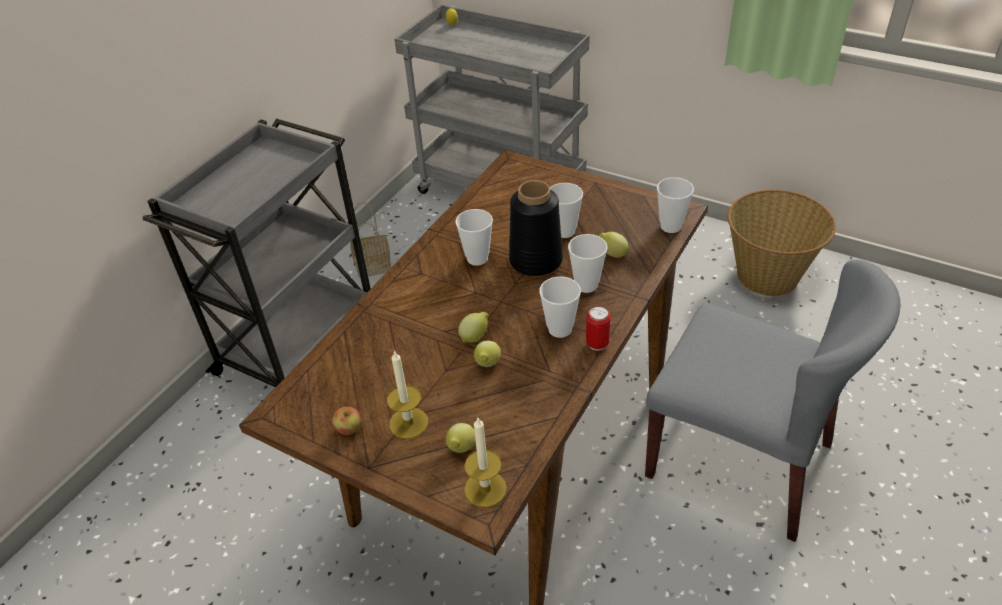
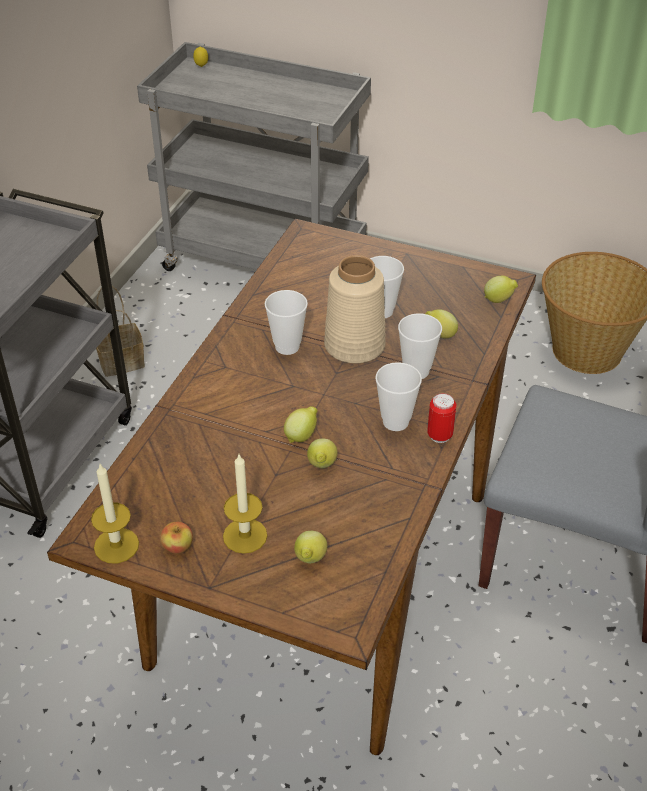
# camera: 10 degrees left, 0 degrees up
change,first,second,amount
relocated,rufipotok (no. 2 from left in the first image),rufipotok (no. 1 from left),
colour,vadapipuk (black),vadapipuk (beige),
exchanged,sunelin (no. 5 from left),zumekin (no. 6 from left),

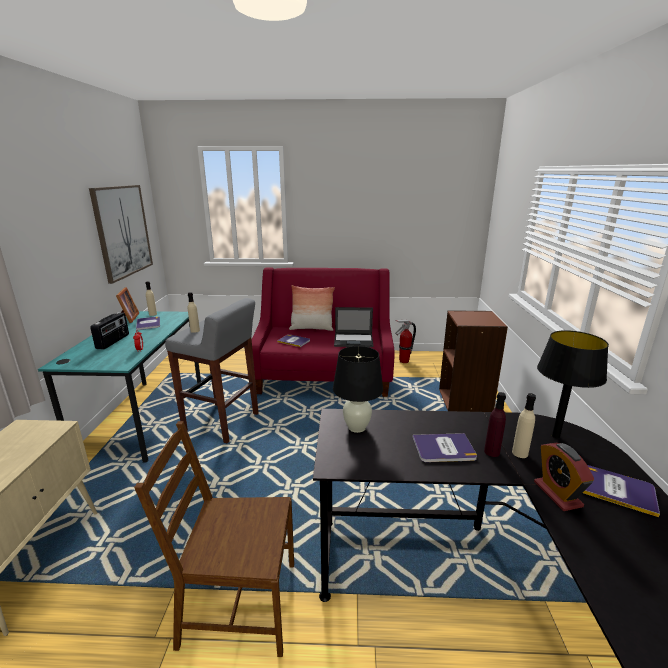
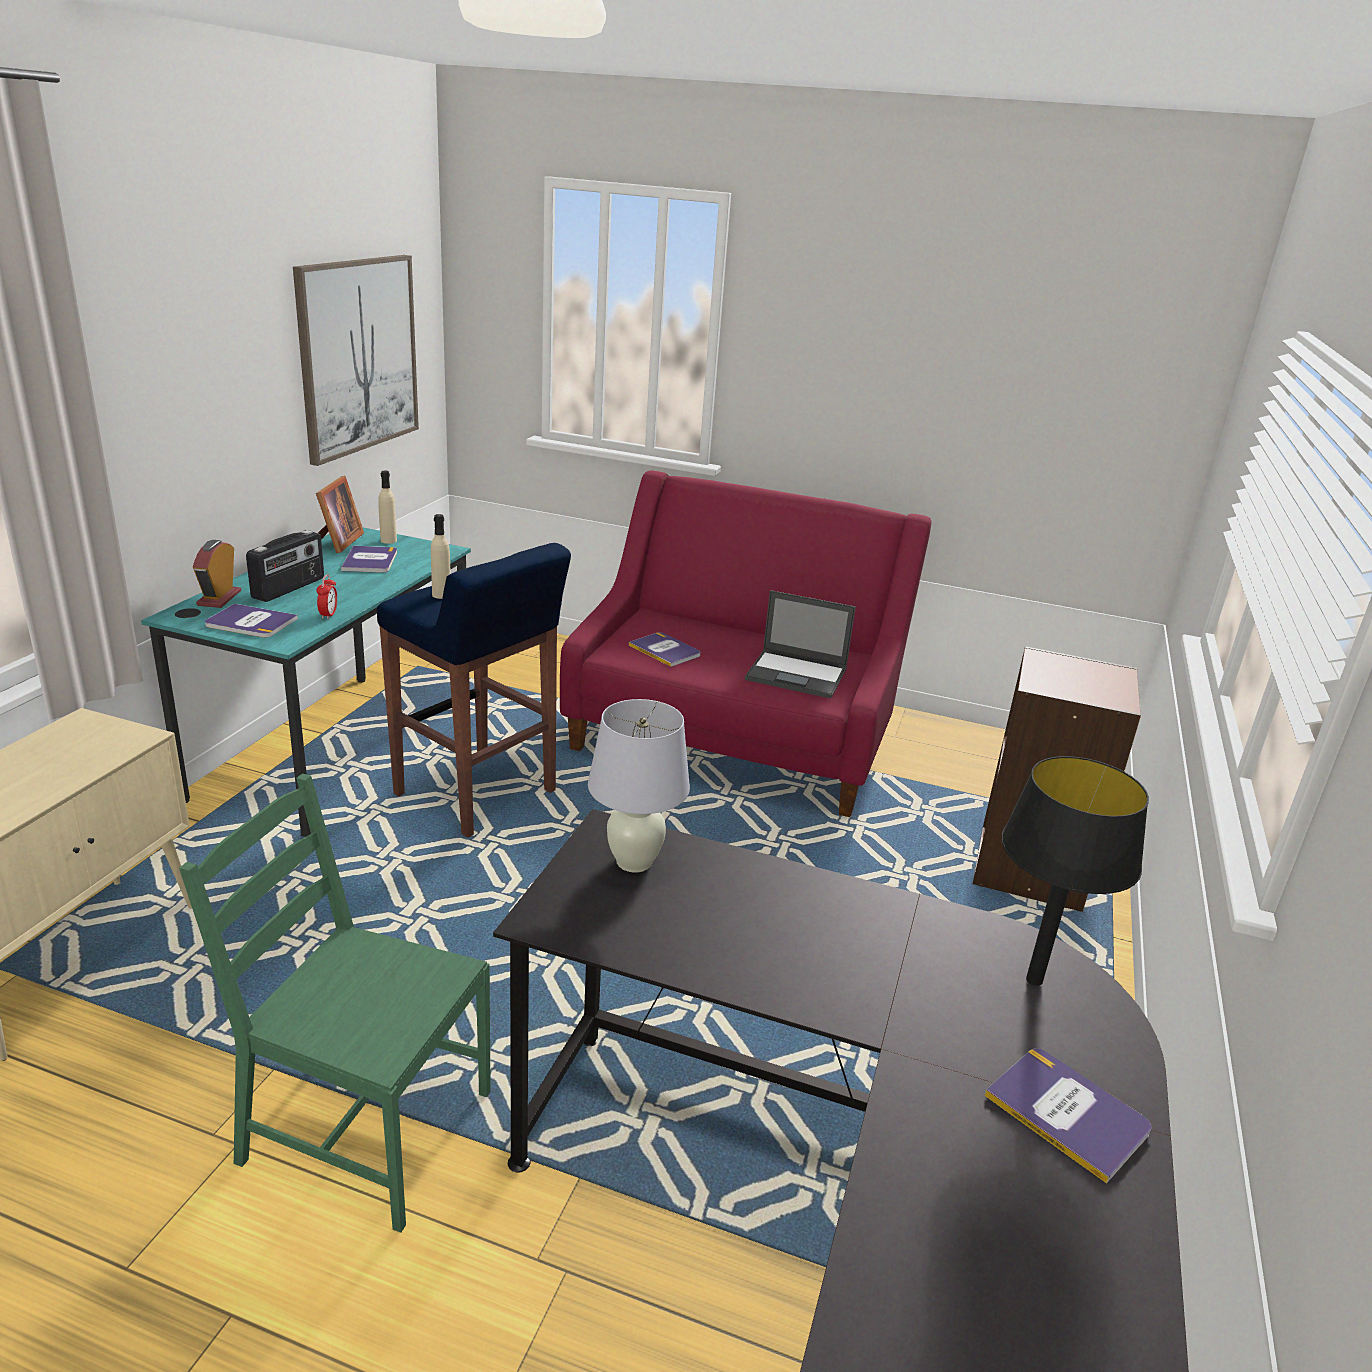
# camera: 15 degrees right, 5 degrees up
change,first,second,amount
colour,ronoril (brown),ronoril (green),
colour,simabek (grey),simabek (blue),
missing,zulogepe,,
colour,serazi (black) (no. 1 from left),serazi (white),
missing,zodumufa,,
relocated,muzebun (no. 3 from left in the first image),muzebun (no. 1 from left),
missing,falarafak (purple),,
missing,falarafak (beige) (no. 3 from left),,
relocated,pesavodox (no. 2 from left in the first image),pesavodox (no. 1 from left),

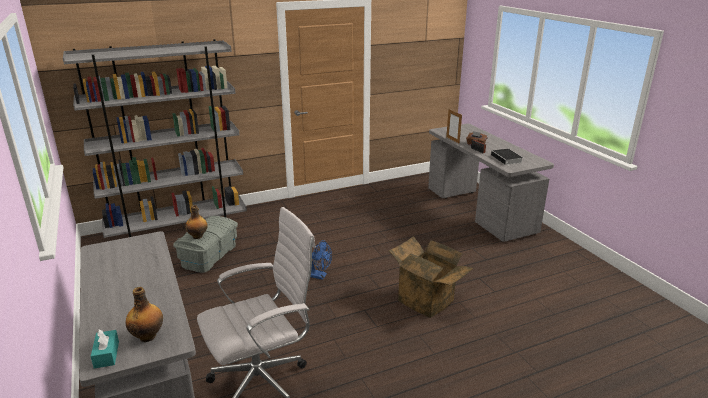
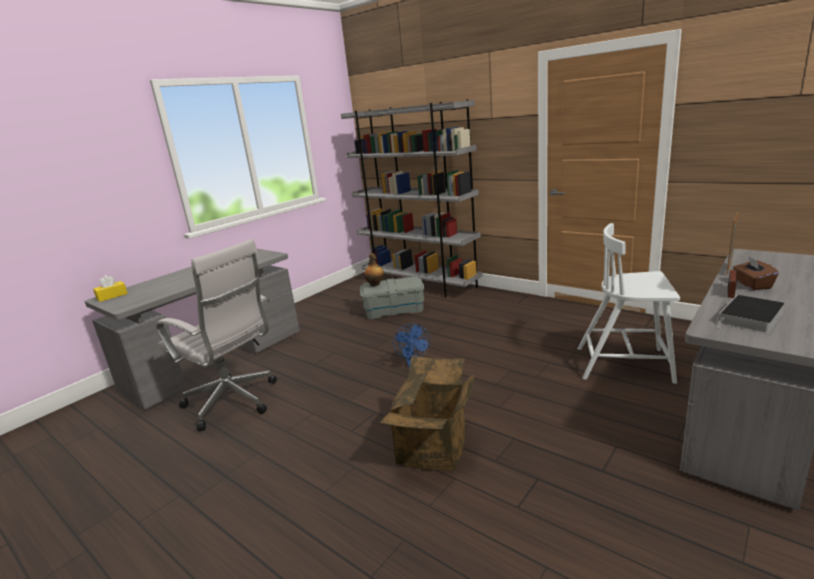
# camera: 65 degrees right, 5 degrees down
change,first,second,amount
colour,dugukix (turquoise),dugukix (yellow),
missing,falarafak (no. 1 from left),,
appeared,,ronoril (white),

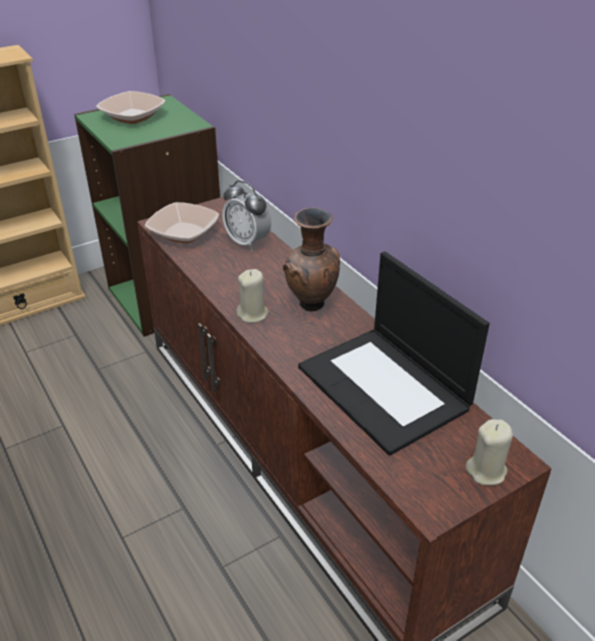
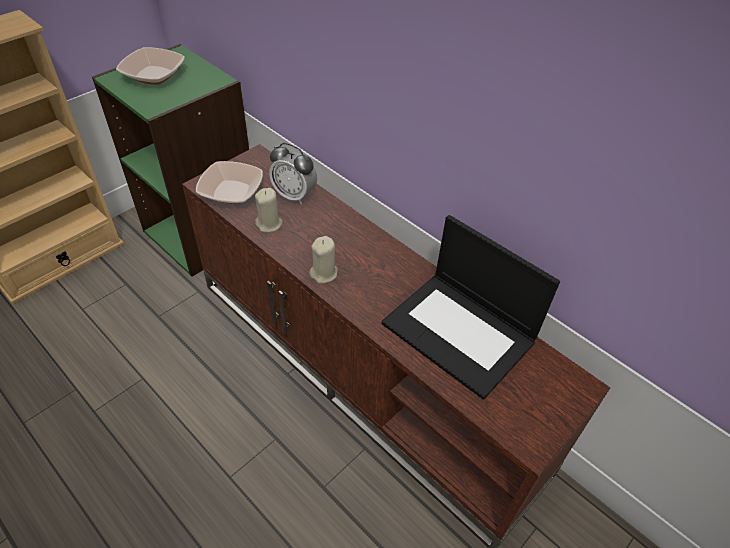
# camera: 15 degrees left, 10 degrees up
change,first,second,amount
missing,vadapipuk (brown),,
relocated,rufipotok (beige) (no. 2 from left in the first image),rufipotok (beige) (no. 1 from left),

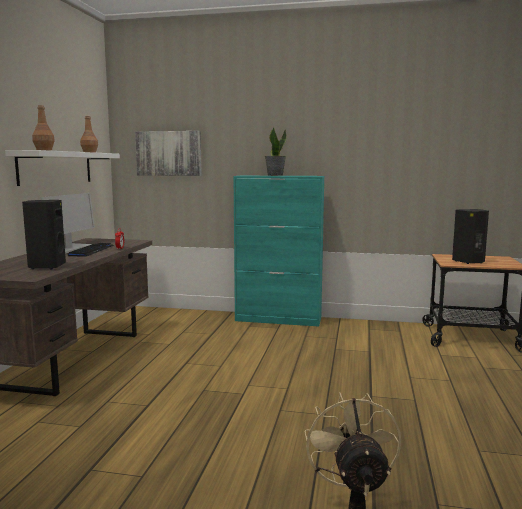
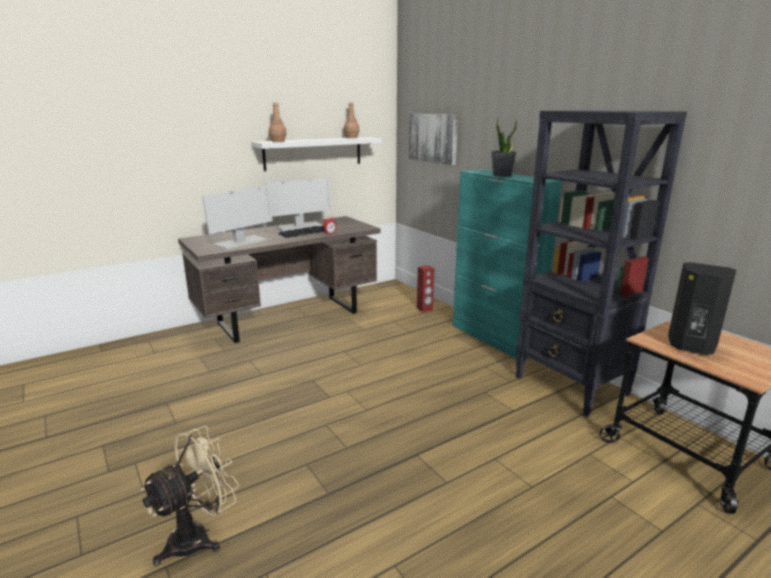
# camera: 45 degrees right, 10 degrees up
change,first,second,amount
exchanged,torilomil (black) (no. 1 from left),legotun (no. 1 from left),
appeared,,torilomil (red),
appeared,,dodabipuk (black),

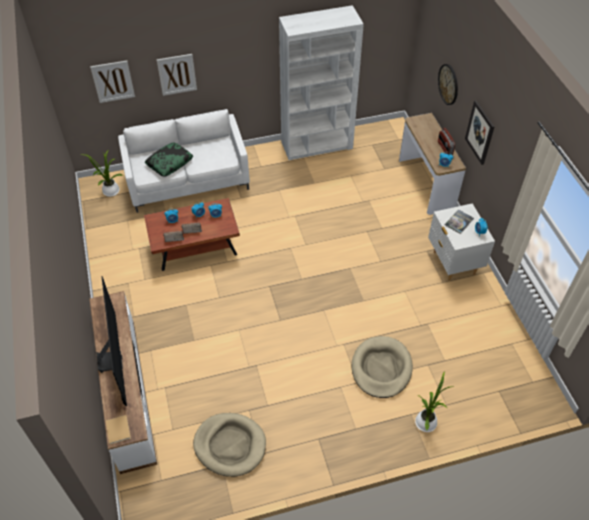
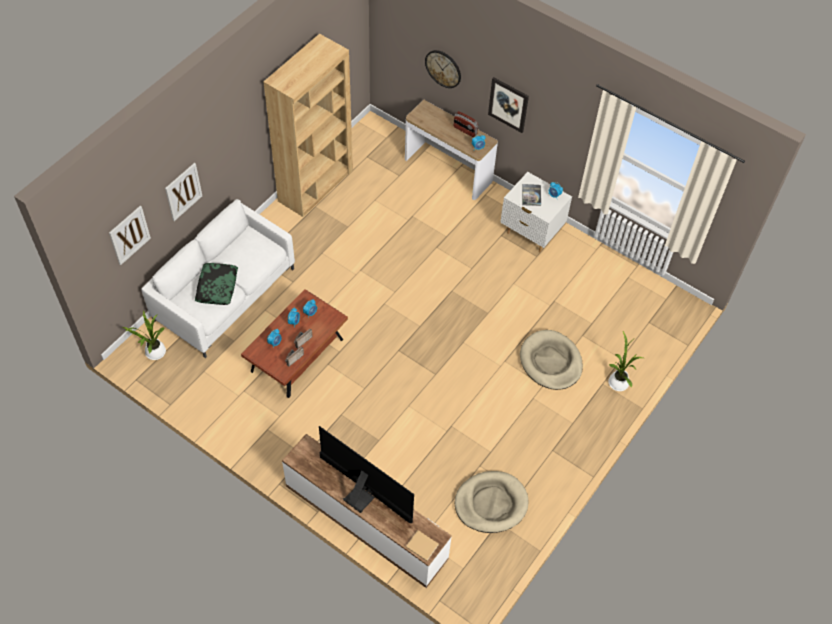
# camera: 40 degrees left, 5 degrees up
change,first,second,amount
colour,dodabipuk (white),dodabipuk (brown),

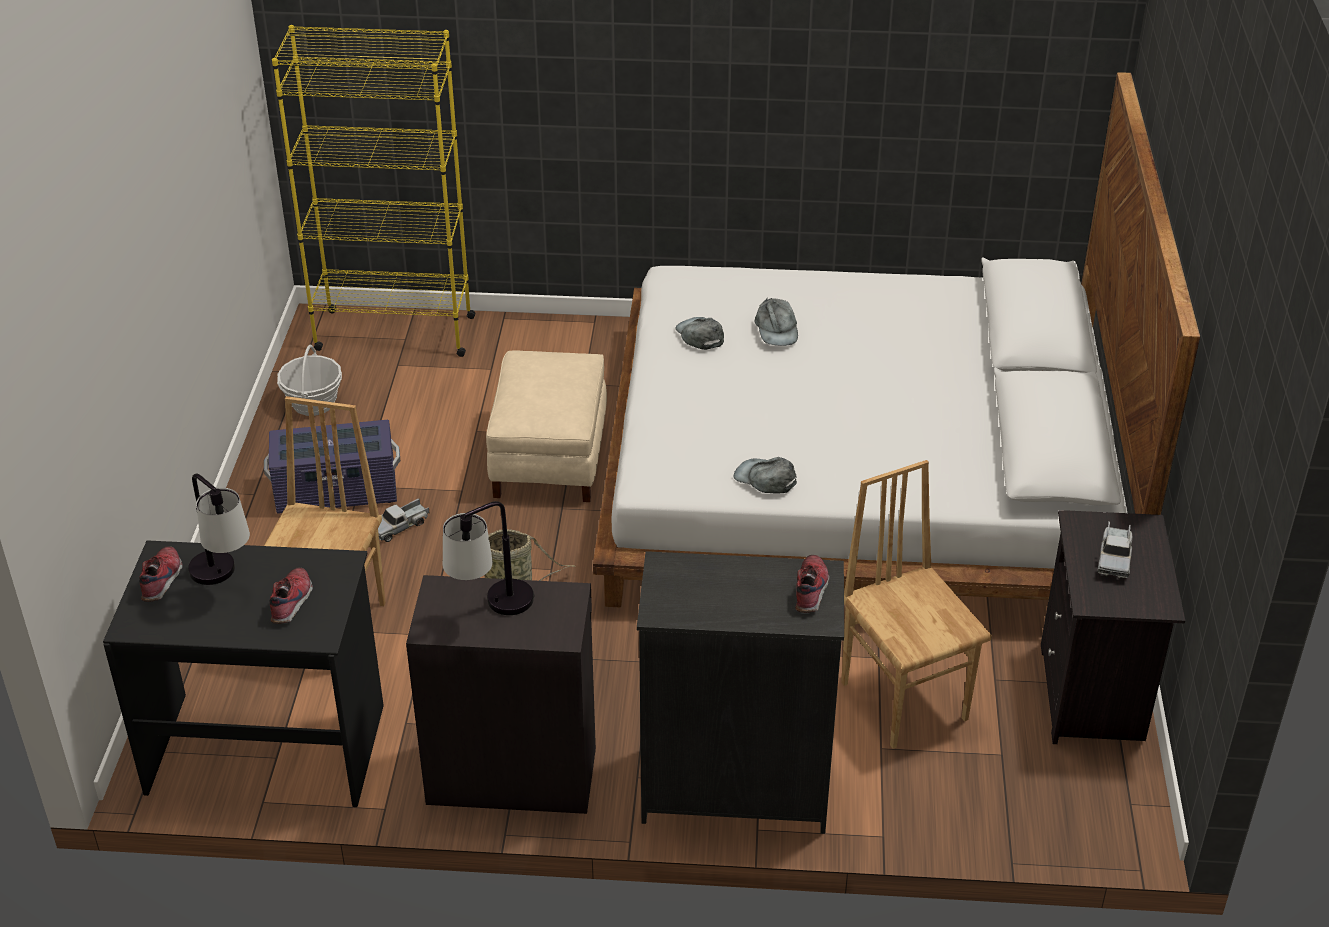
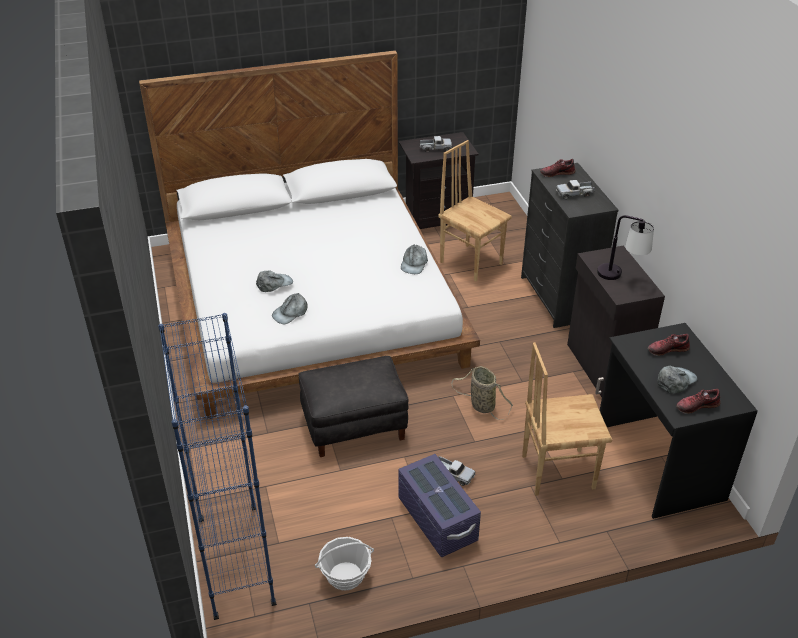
# camera: 110 degrees left, 0 degrees up
change,first,second,amount
exchanged,serazi (no. 1 from left),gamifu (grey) (no. 4 from left),
colour,dodabipuk (yellow),dodabipuk (blue),
colour,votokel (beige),votokel (black),
spun,ronoril (brown) (no. 2 from left in the first image),ronoril (brown) (no. 1 from left),90 degrees clockwise
appeared,,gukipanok (no. 3 from left),

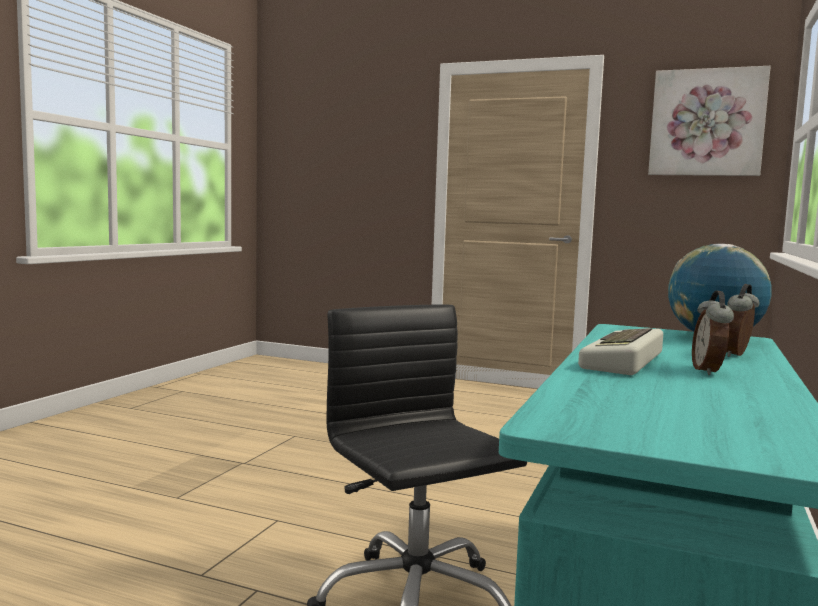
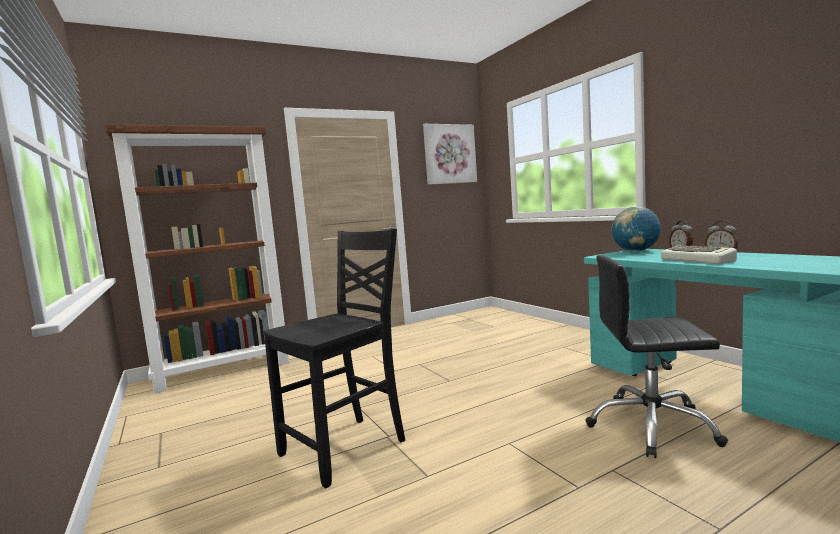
# camera: 50 degrees left, 0 degrees up
change,first,second,amount
appeared,,dodabipuk (brown),
appeared,,ronoril (black),

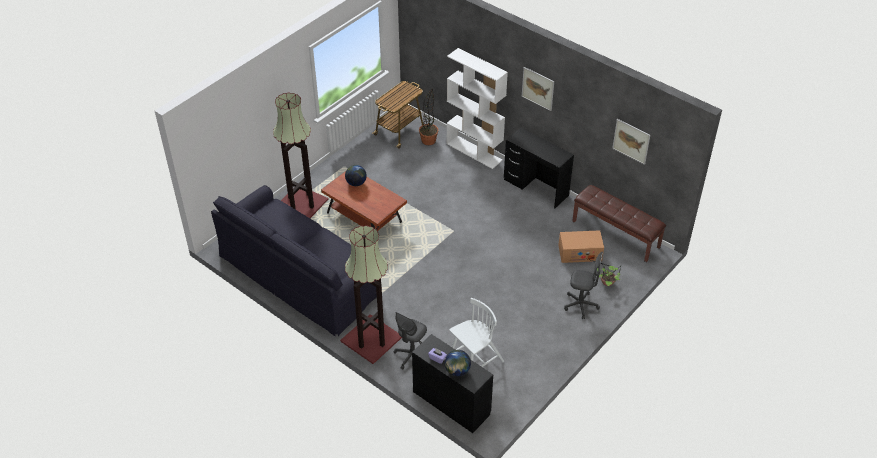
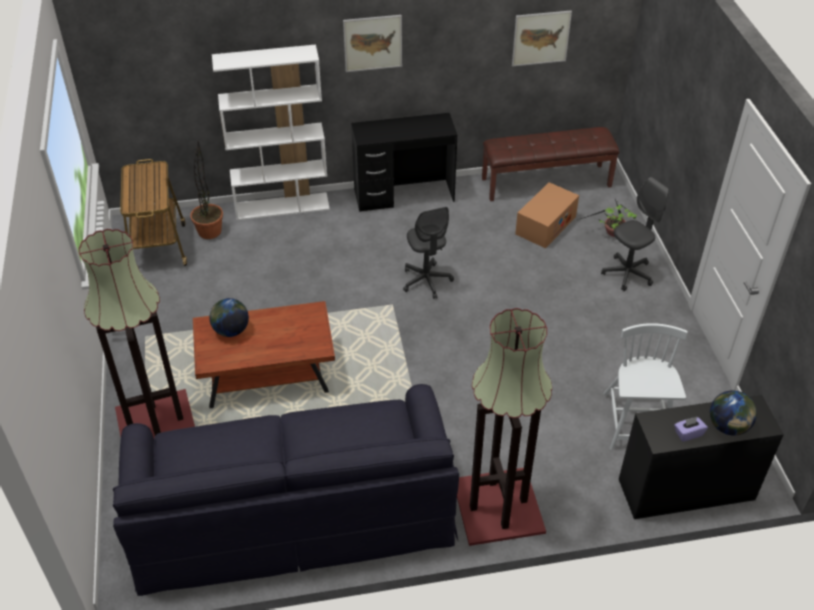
# camera: 50 degrees left, 0 degrees up
change,first,second,amount
relocated,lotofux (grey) (no. 1 from left),,

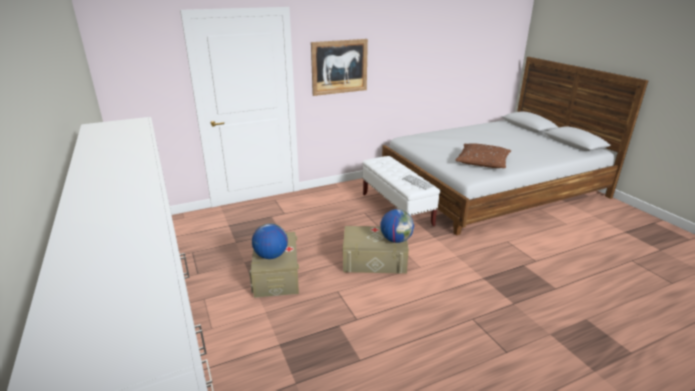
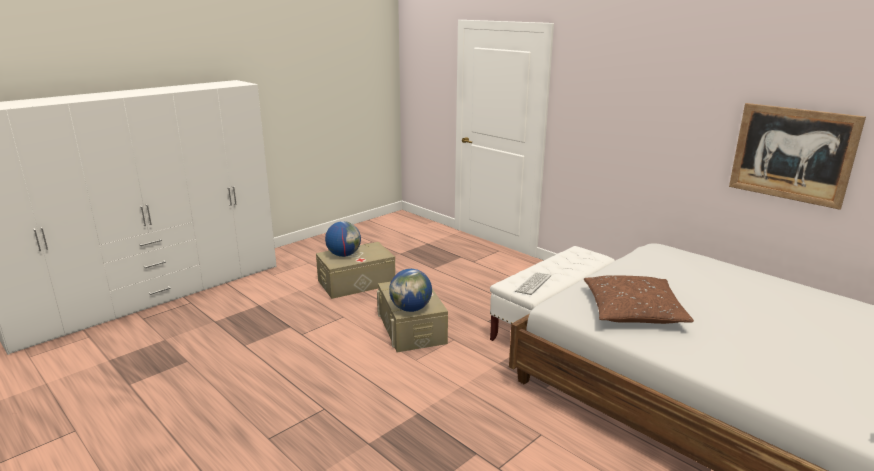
# camera: 70 degrees right, 5 degrees down
change,first,second,amount
relocated,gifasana,,

